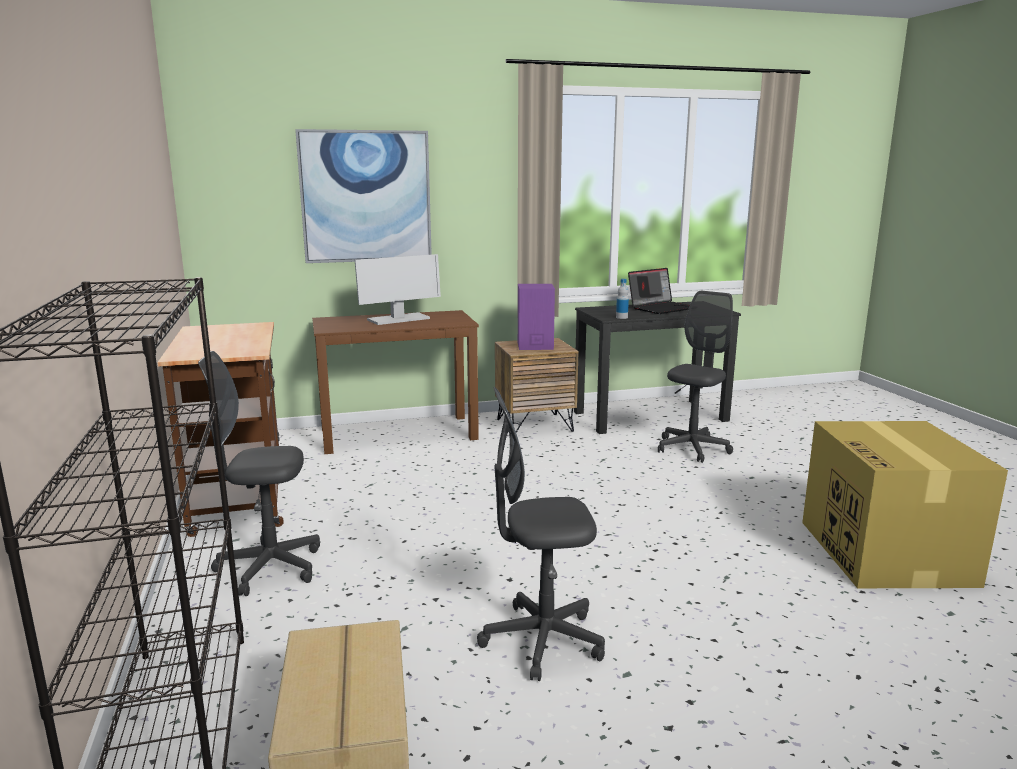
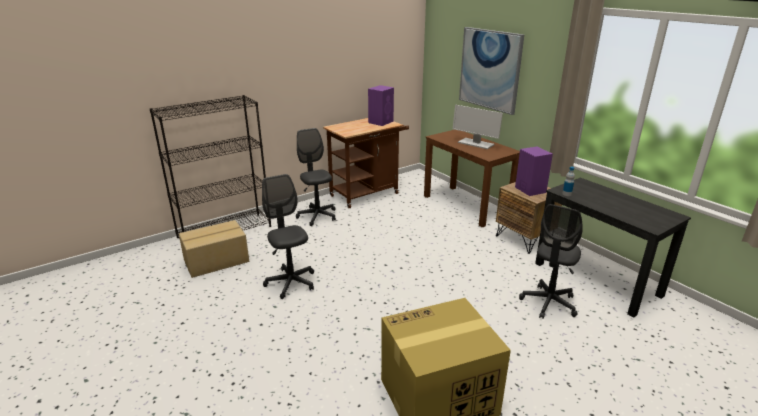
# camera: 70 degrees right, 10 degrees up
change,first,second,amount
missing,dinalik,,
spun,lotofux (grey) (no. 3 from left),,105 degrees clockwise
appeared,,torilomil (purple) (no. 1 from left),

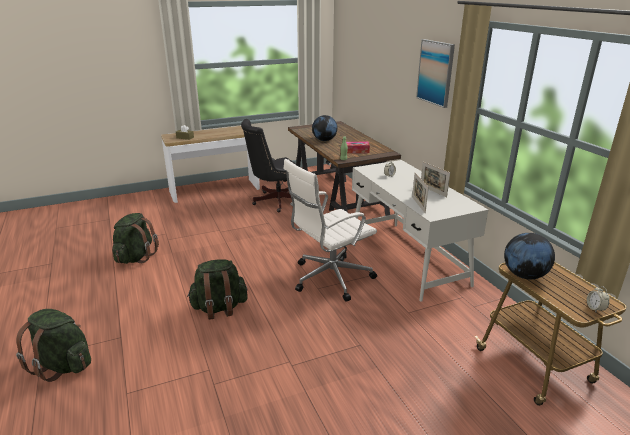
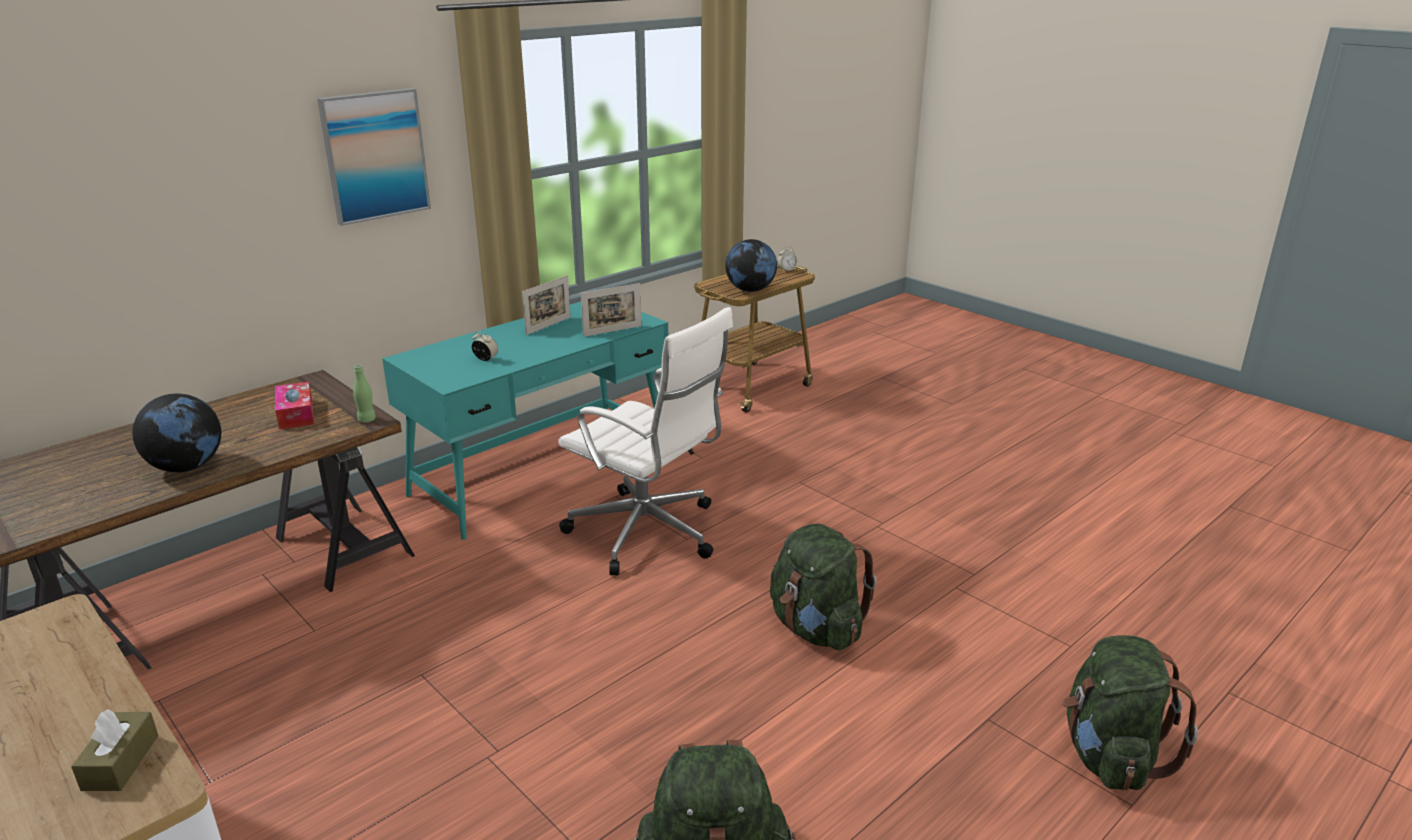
# camera: 110 degrees left, 0 degrees up
change,first,second,amount
missing,lotofux (black),,
colour,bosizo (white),bosizo (turquoise),

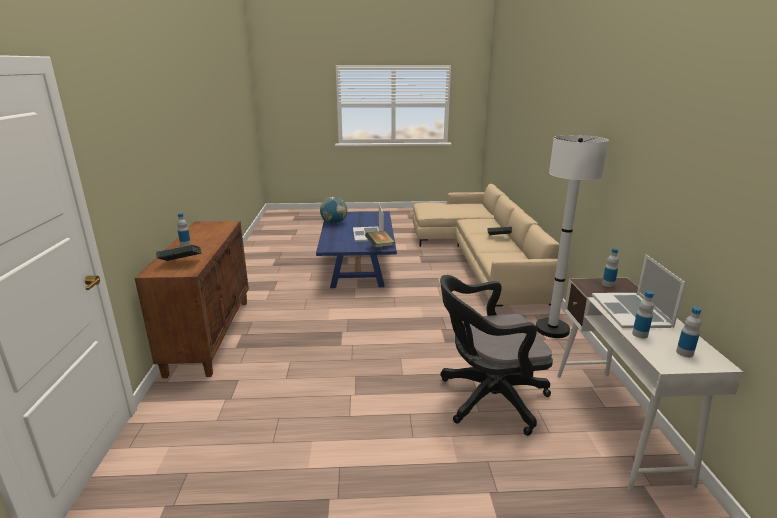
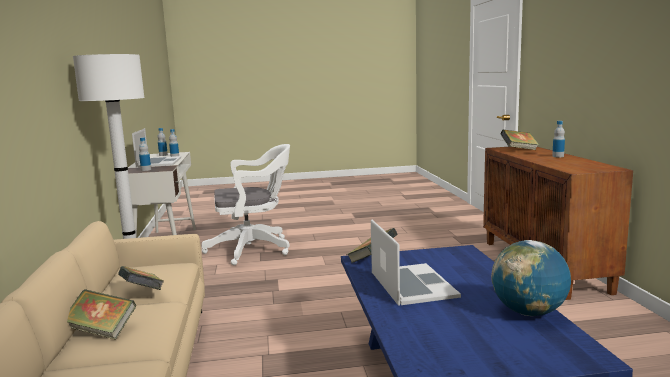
# camera: 175 degrees right, 10 degrees down
change,first,second,amount
colour,lotofux (black),lotofux (white),
appeared,,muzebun (no. 2 from left),

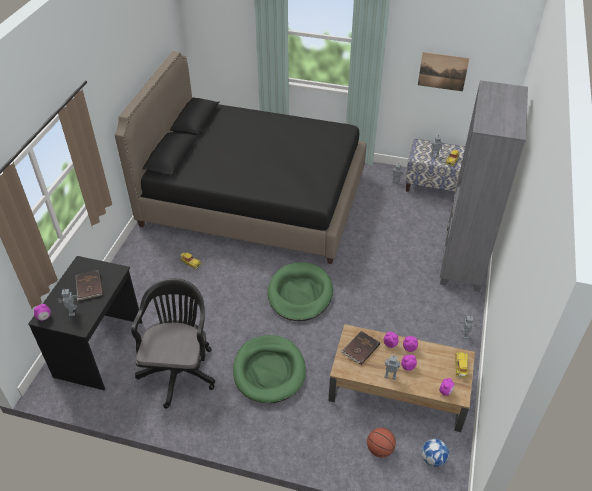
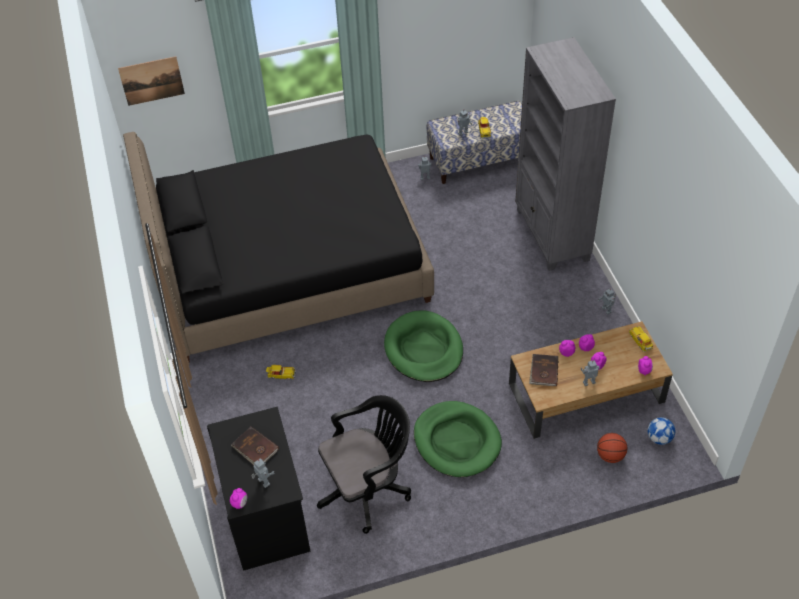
# camera: 30 degrees left, 5 degrees up
change,first,second,amount
spun,lotofux (black),,90 degrees clockwise
relocated,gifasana,,

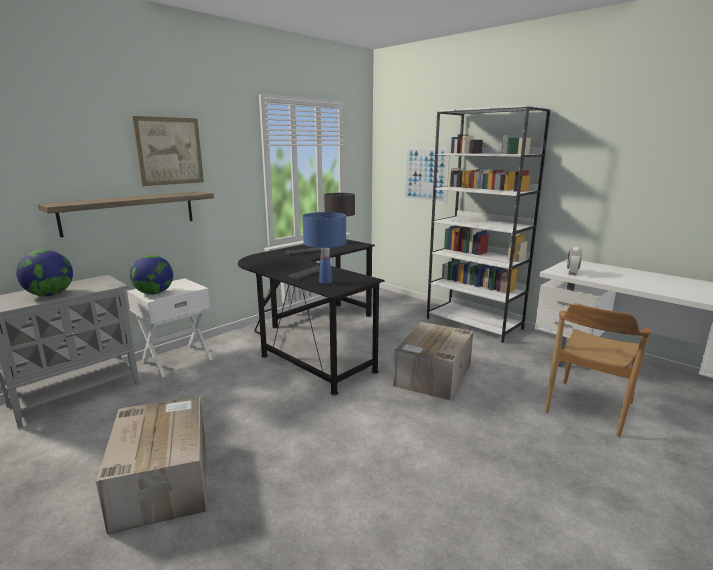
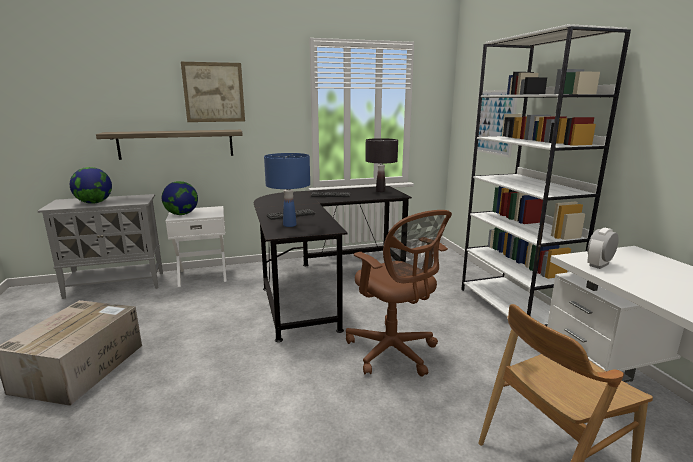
# camera: 30 degrees right, 0 degrees up
change,first,second,amount
exchanged,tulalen (no. 2 from left),lotofux (brown),

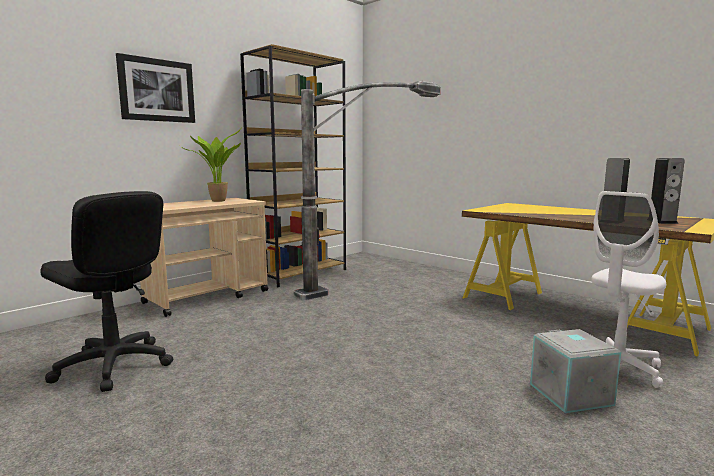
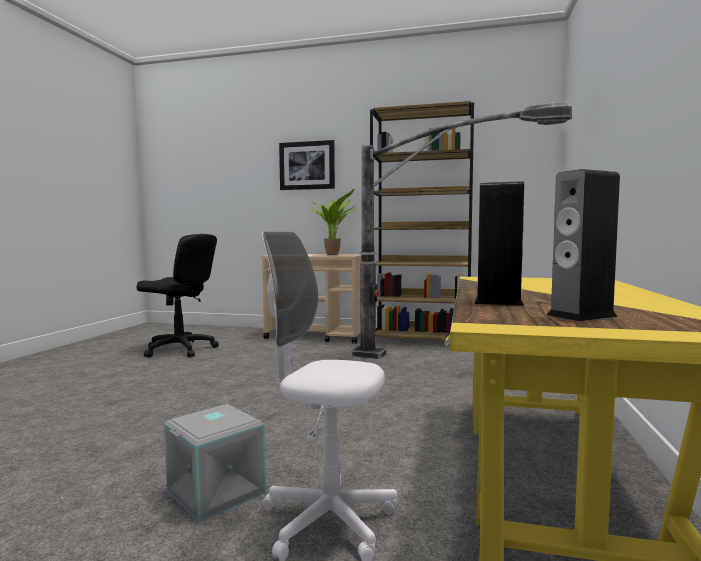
# camera: 60 degrees right, 5 degrees down
change,first,second,amount
spun,lotofux (black),,75 degrees counterclockwise

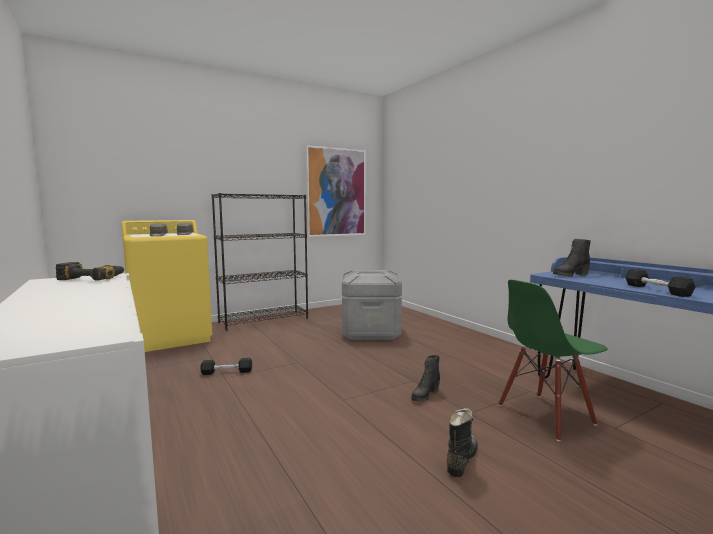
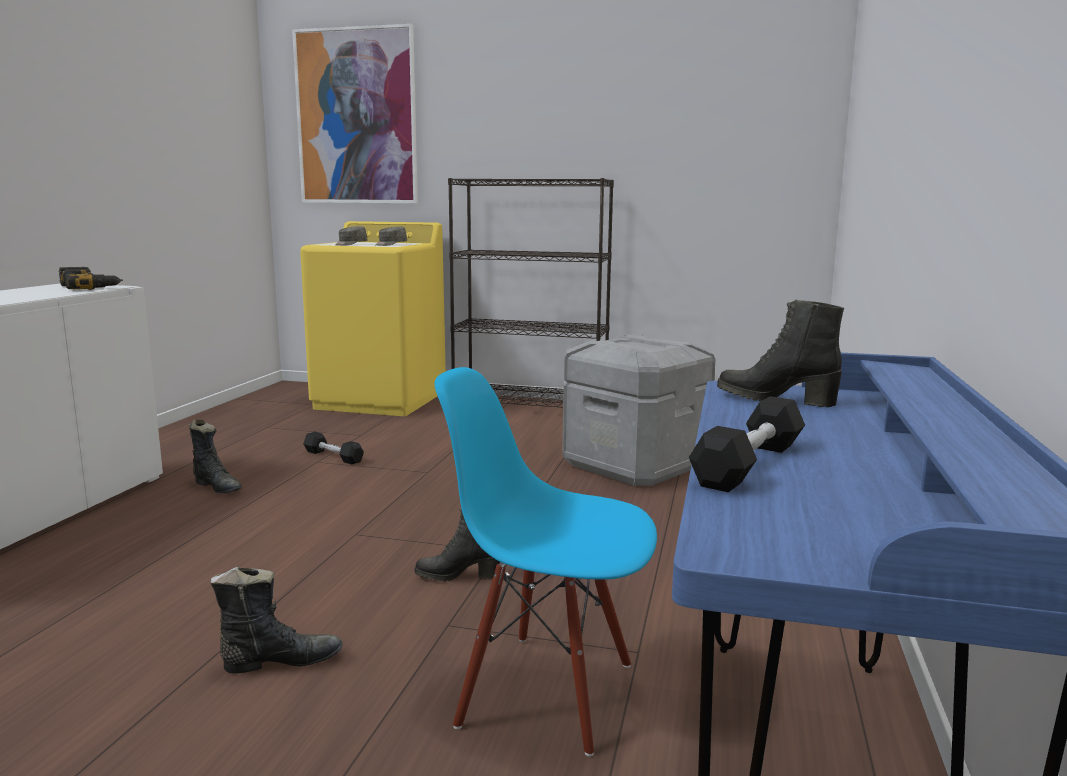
# camera: 45 degrees right, 5 degrees up
change,first,second,amount
relocated,gifasana,,
colour,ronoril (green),ronoril (blue),
appeared,,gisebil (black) (no. 1 from left),

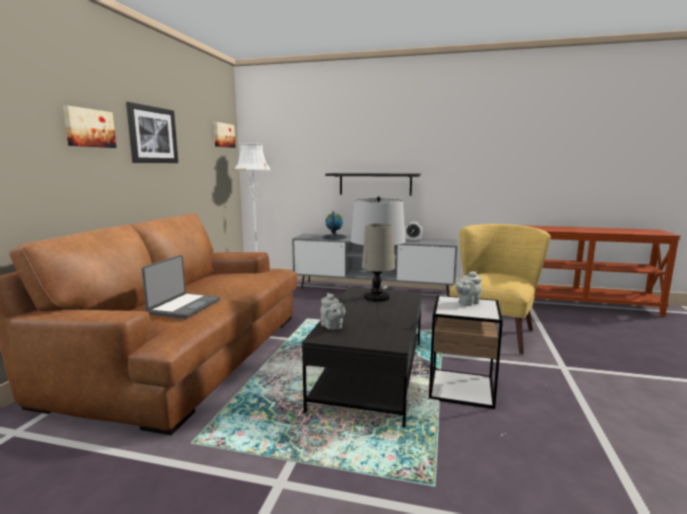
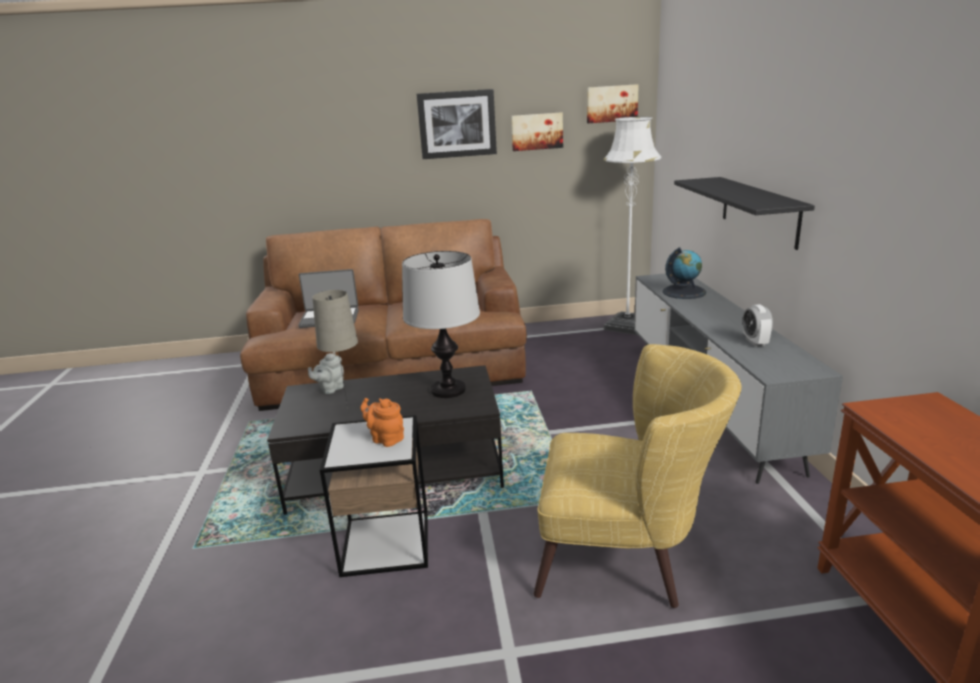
# camera: 70 degrees right, 10 degrees up
change,first,second,amount
relocated,gifasana (no. 1 from left in the first image),gifasana (no. 2 from left),
colour,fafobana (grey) (no. 2 from left),fafobana (orange),

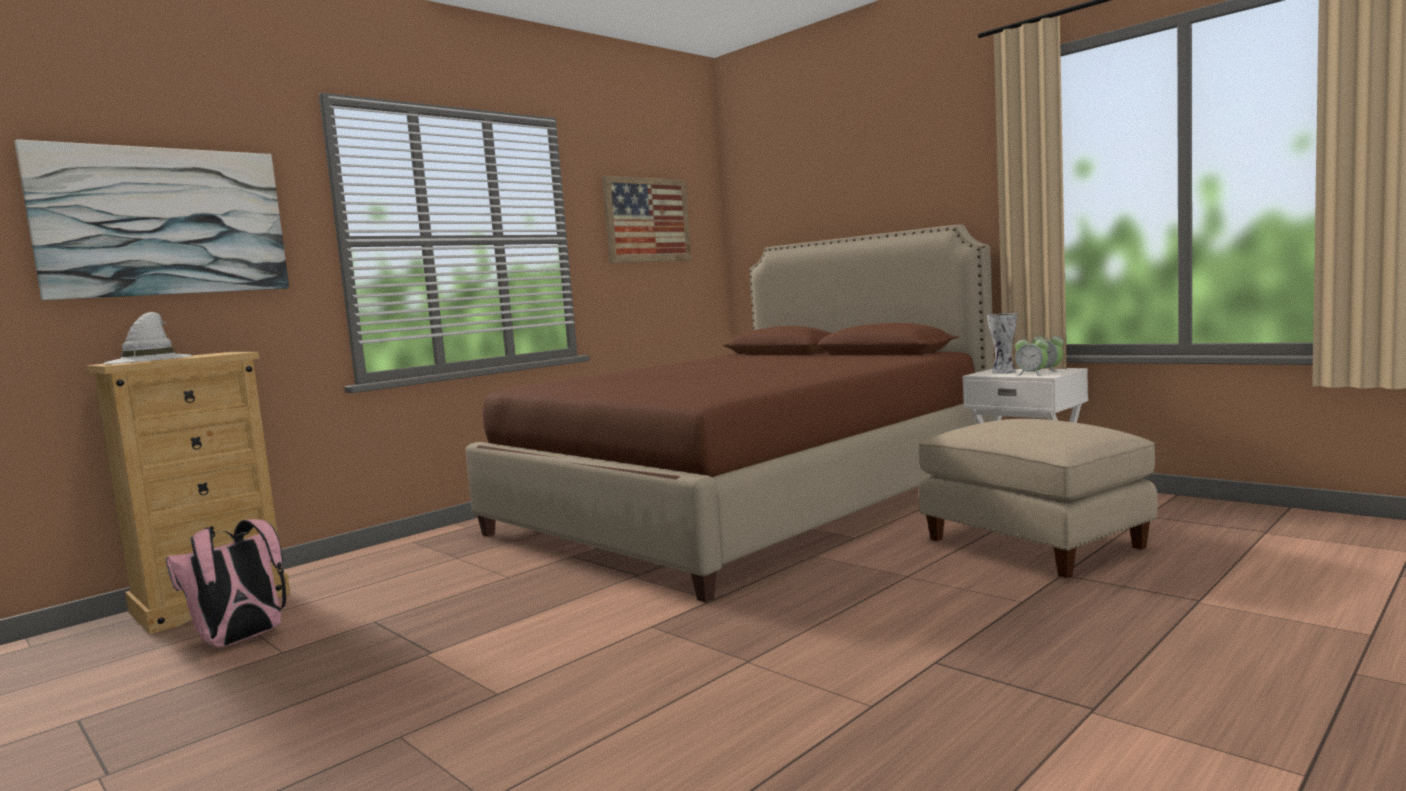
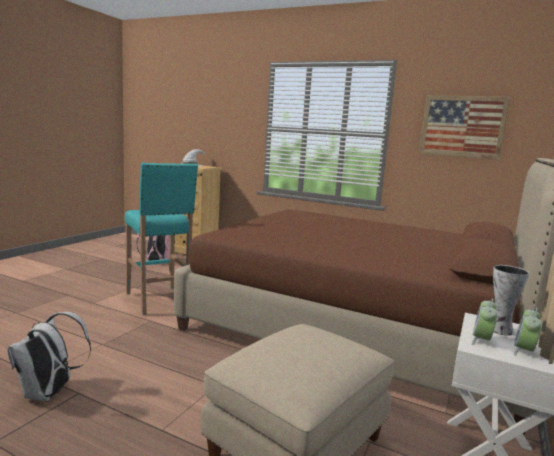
# camera: 70 degrees right, 5 degrees up
change,first,second,amount
missing,gifasana (no. 1 from left),,
appeared,,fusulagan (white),
appeared,,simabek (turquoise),

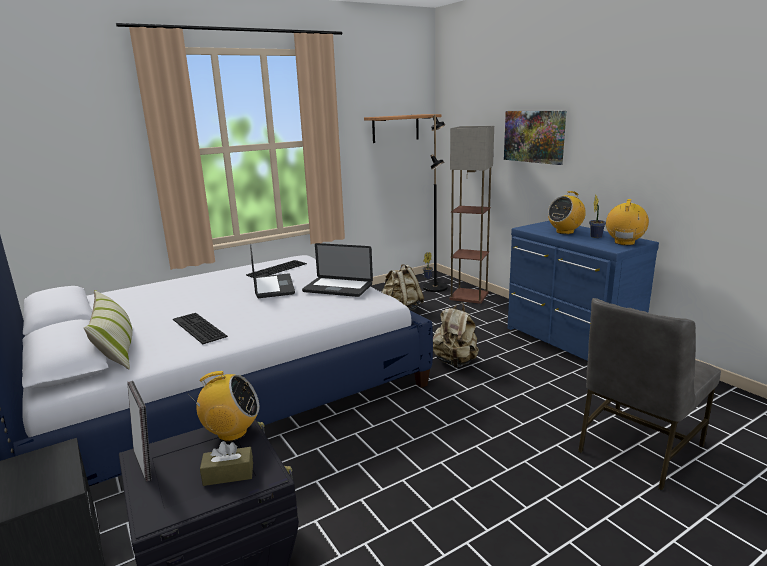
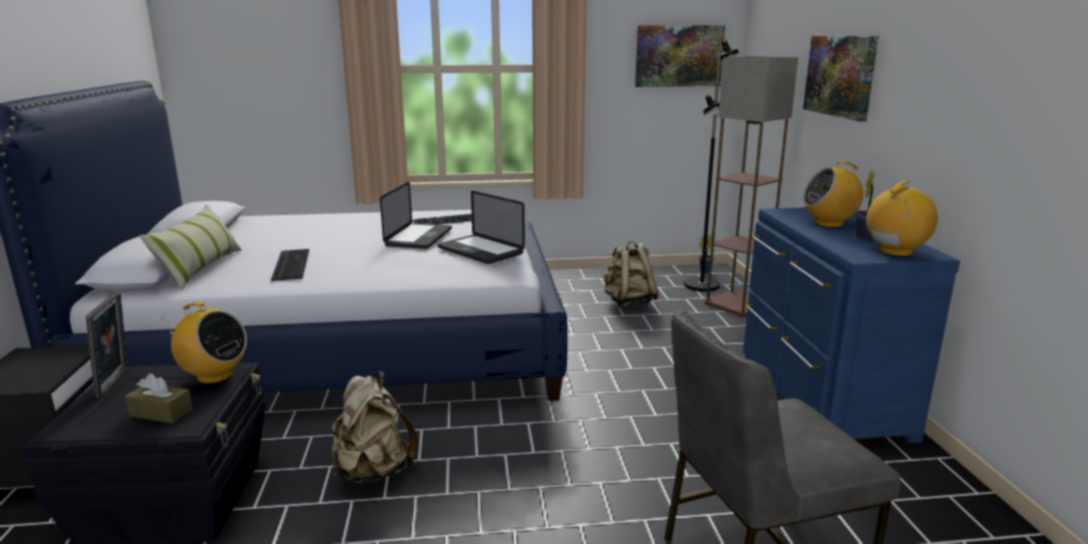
# camera: 25 degrees right, 0 degrees up
change,first,second,amount
exchanged,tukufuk,gifasana (no. 1 from left),
relocated,fusulagan (beige) (no. 2 from left in the first image),fusulagan (beige) (no. 1 from left),

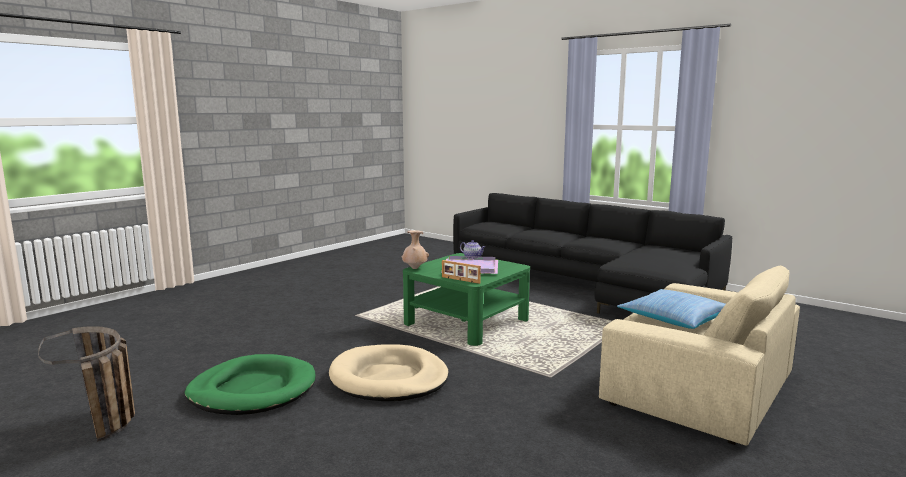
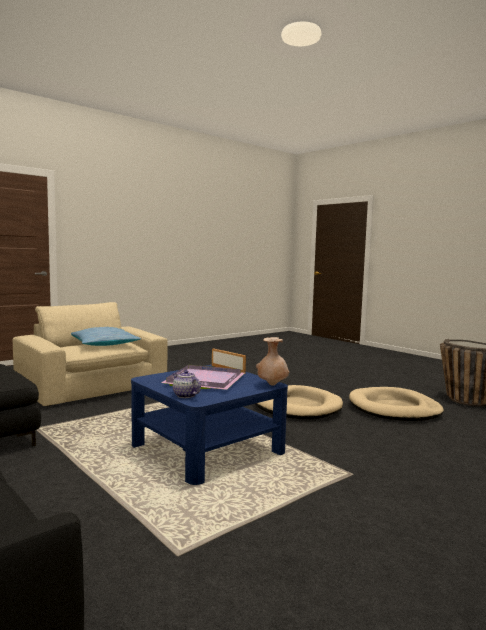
# camera: 170 degrees left, 5 degrees down
change,first,second,amount
colour,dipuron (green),dipuron (beige) (no. 2 from left),
colour,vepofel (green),vepofel (blue),

